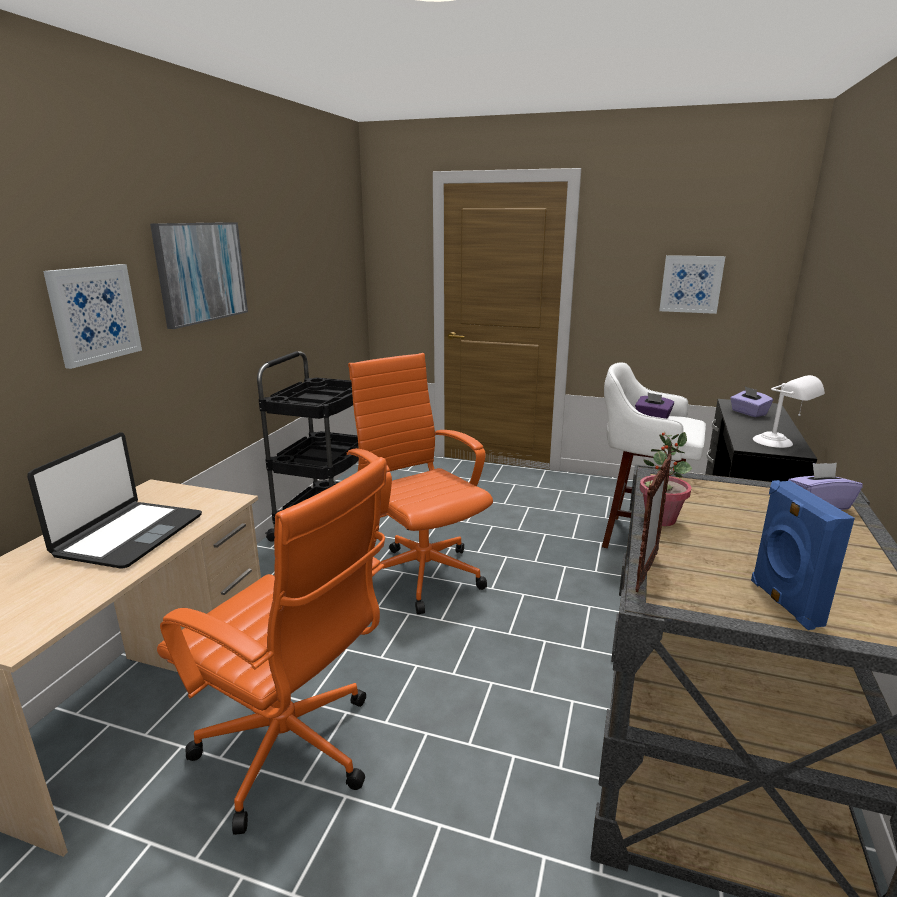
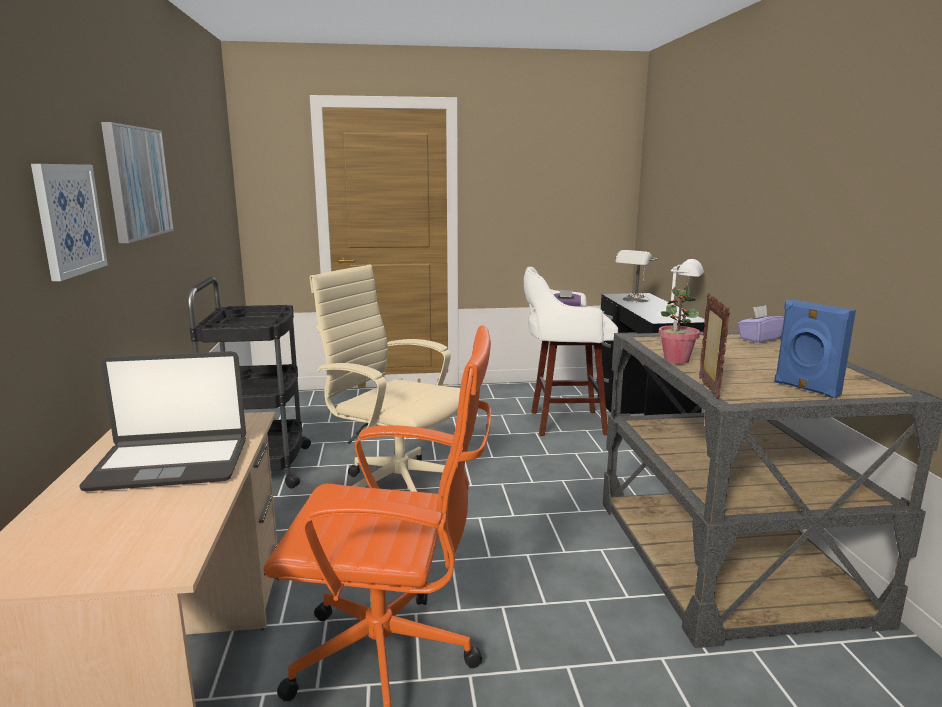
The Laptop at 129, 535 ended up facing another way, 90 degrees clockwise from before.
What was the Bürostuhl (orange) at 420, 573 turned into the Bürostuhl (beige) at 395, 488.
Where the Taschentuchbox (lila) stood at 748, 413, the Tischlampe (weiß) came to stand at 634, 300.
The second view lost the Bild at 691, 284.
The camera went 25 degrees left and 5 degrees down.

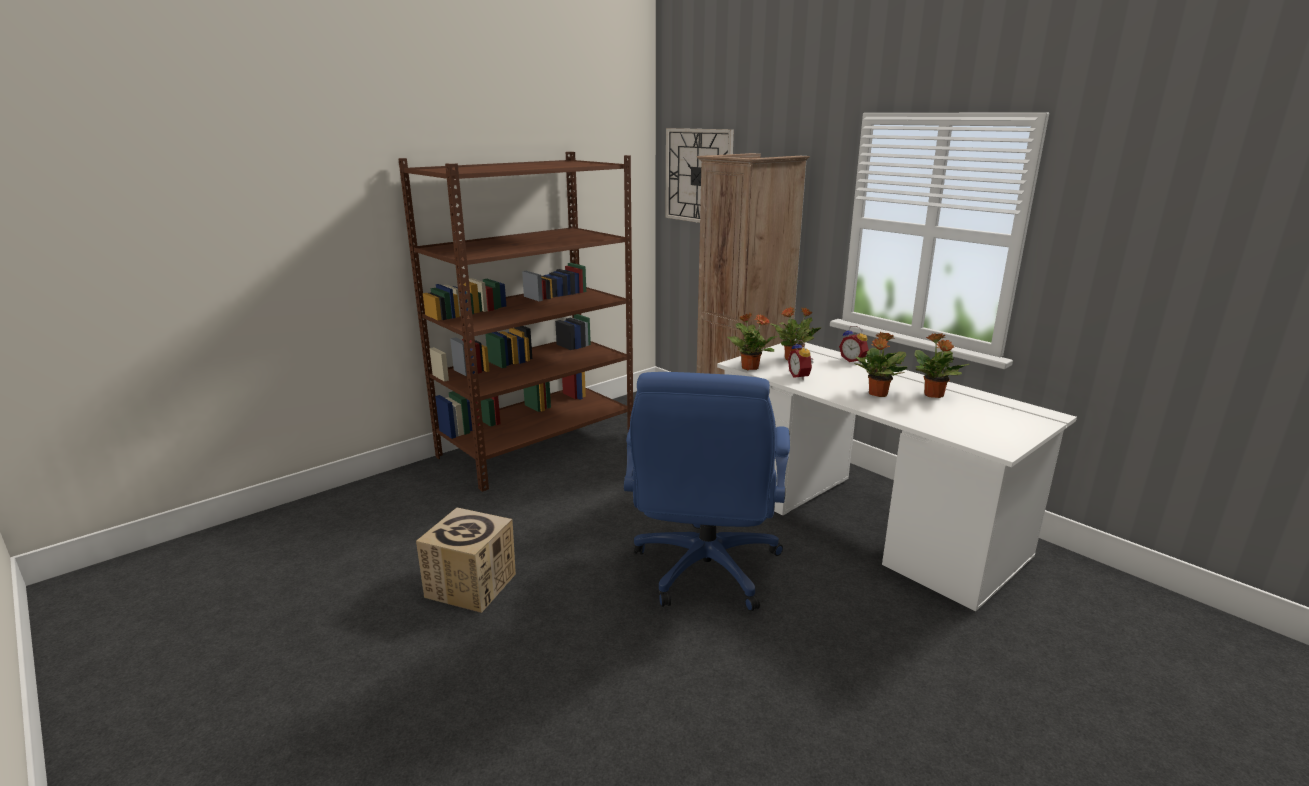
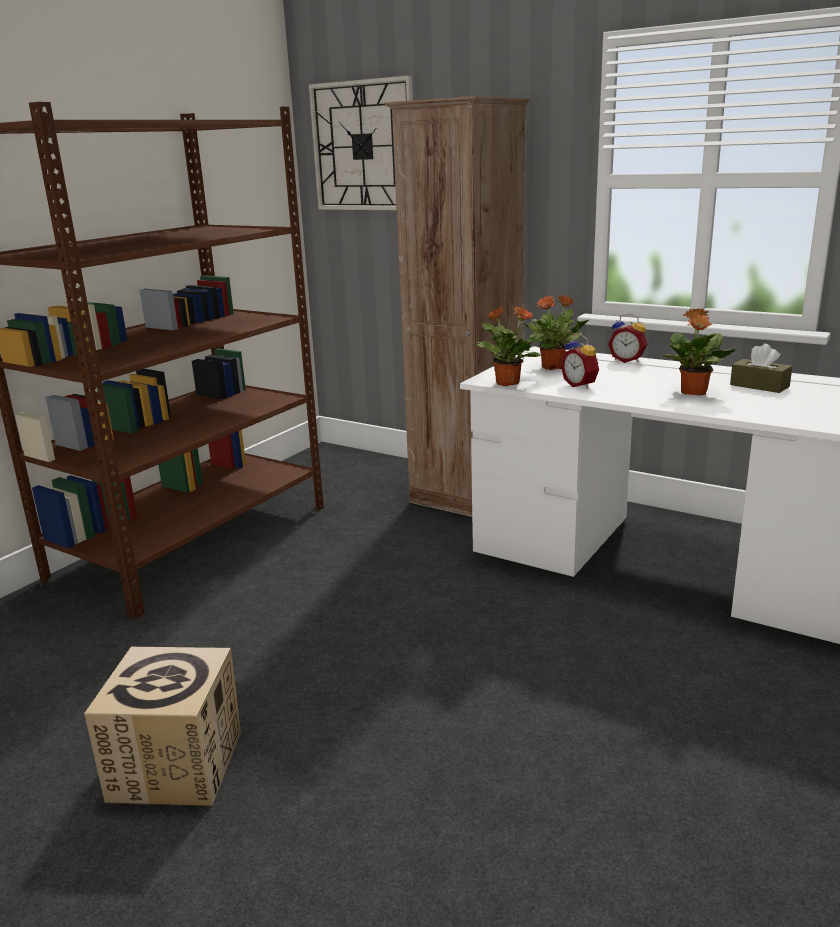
Where the Topfpflanze stood at 933, 395, the Taschentuchbox (braun) came to stand at 759, 386.
The second view lost the Bürostuhl (blau) at 704, 574.
The camera went 15 degrees left and 0 degrees up.

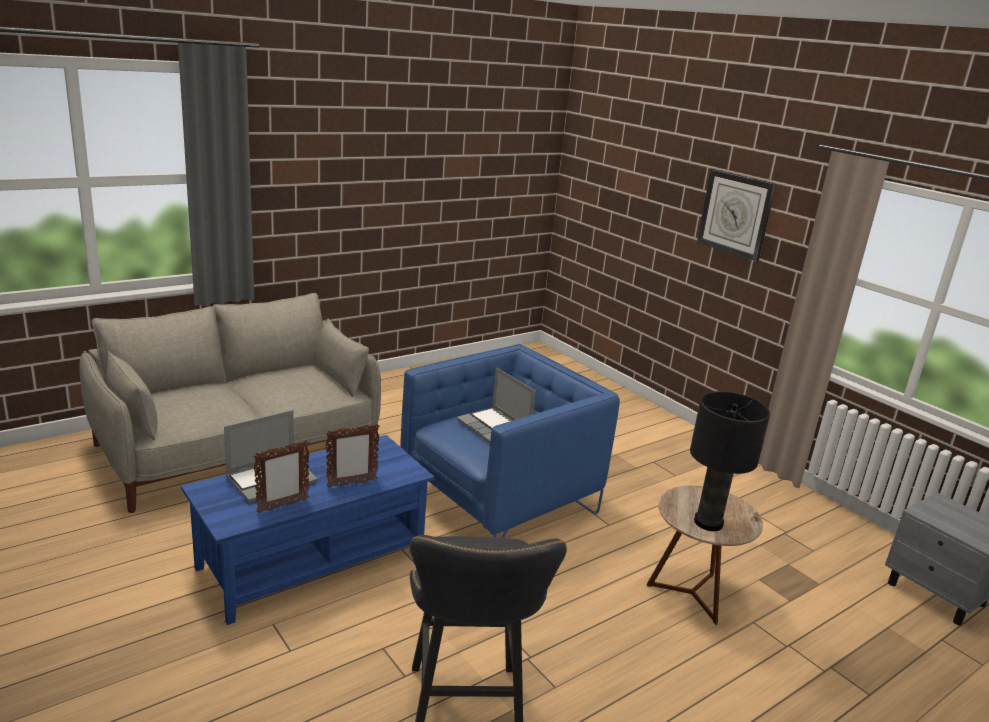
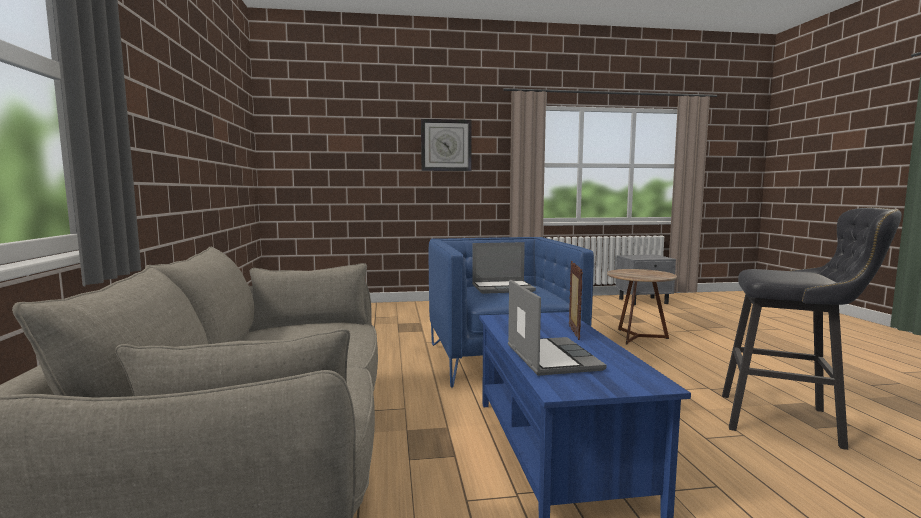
The second view lost the Bilderrahmen at 282, 506.
The second view lost the Tischlampe (schwarz) at 708, 522.
The camera went 60 degrees left and 15 degrees down.

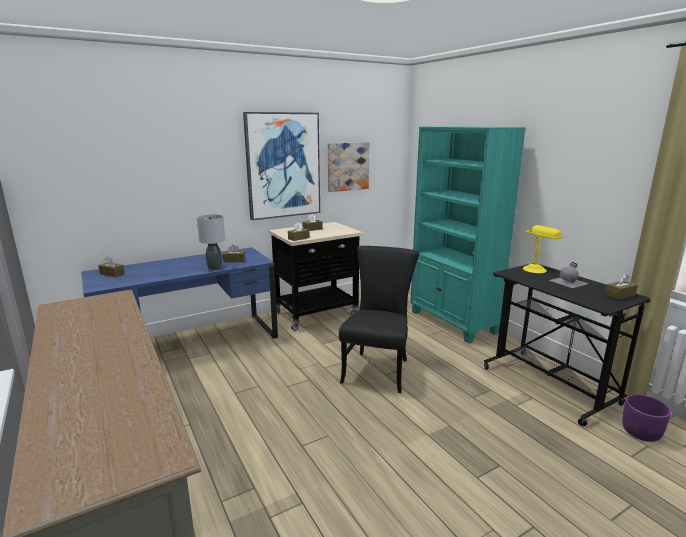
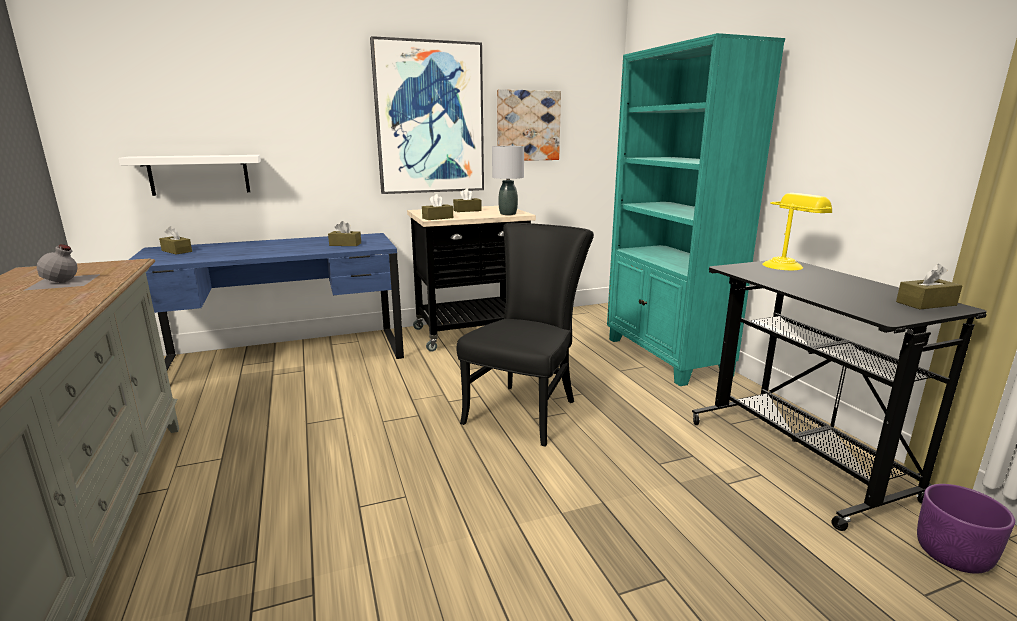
The Flasche (grau) ended up elsewhere, having gone from 569, 282 to 64, 282.
The second view gained the Wandregal (weiß) at 199, 174.
The Tischlampe (grau) ended up elsewhere, having gone from 214, 268 to 507, 214.
The camera went 10 degrees right and 0 degrees up.

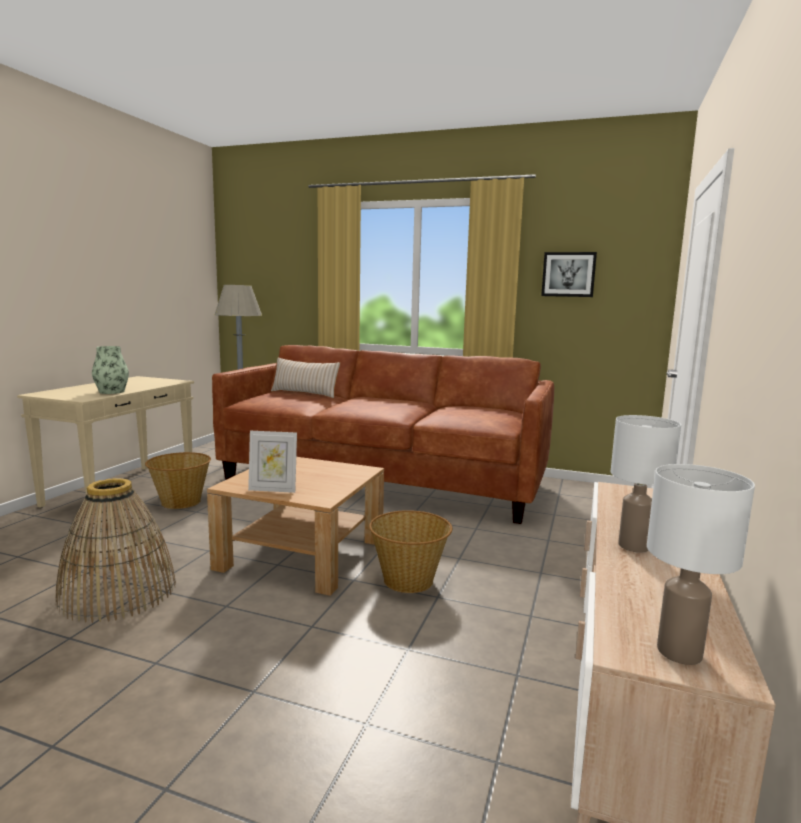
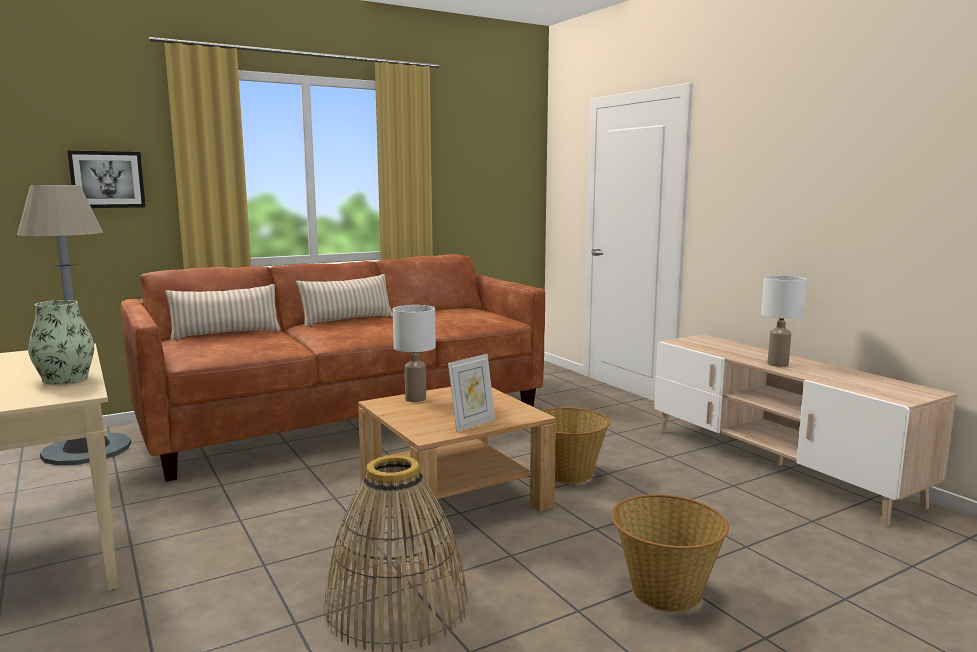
The Bild ended up elsewhere, having gone from 568, 274 to 107, 179.
The second view gained the Kissen (beige) at 347, 320.
The Tischlampe (weiß) ended up elsewhere, having gone from 677, 651 to 415, 399.
The Korb ended up elsewhere, having gone from 181, 501 to 664, 592.
The camera went 50 degrees left and 0 degrees up.

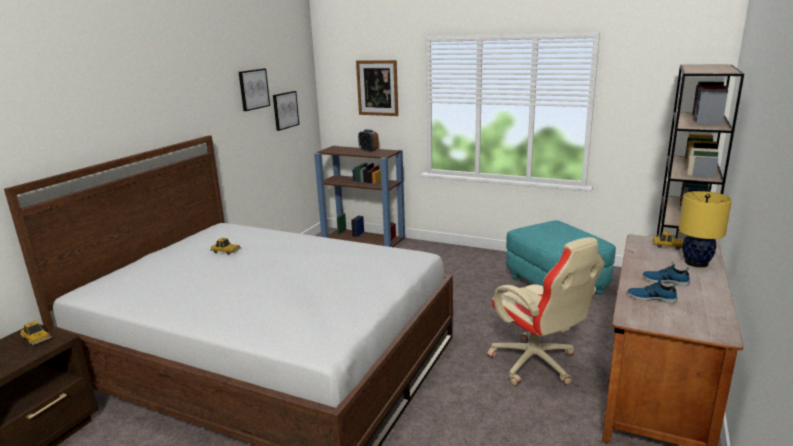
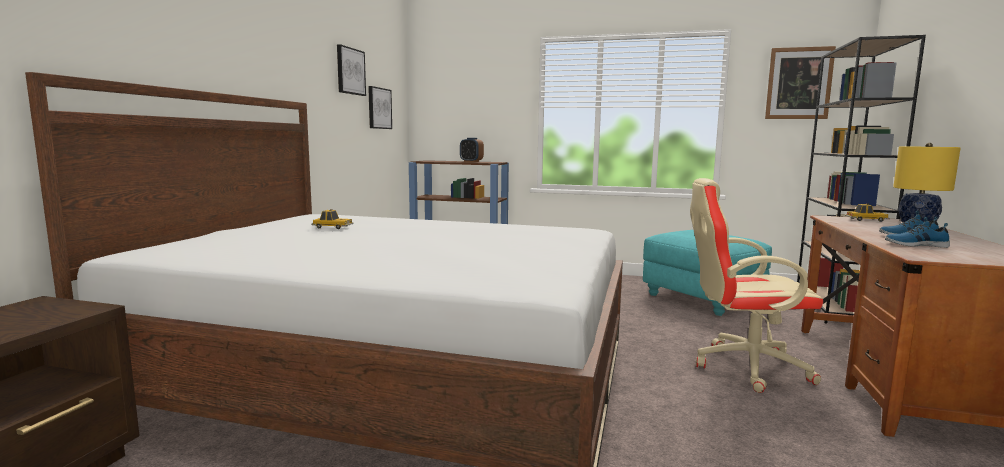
The Bürostuhl (beige) at 538, 367 ended up facing another way, 135 degrees clockwise from before.
The Bild ended up elsewhere, having gone from 377, 88 to 799, 83.
The second view lost the Spielzeugauto at 36, 338.
The camera went 10 degrees left and 10 degrees down.

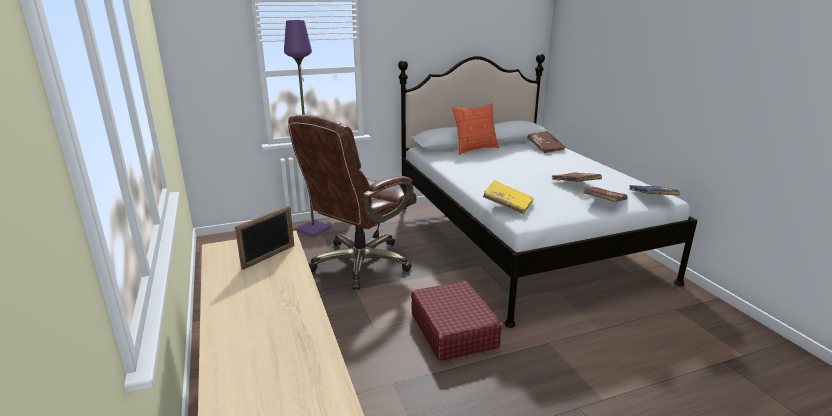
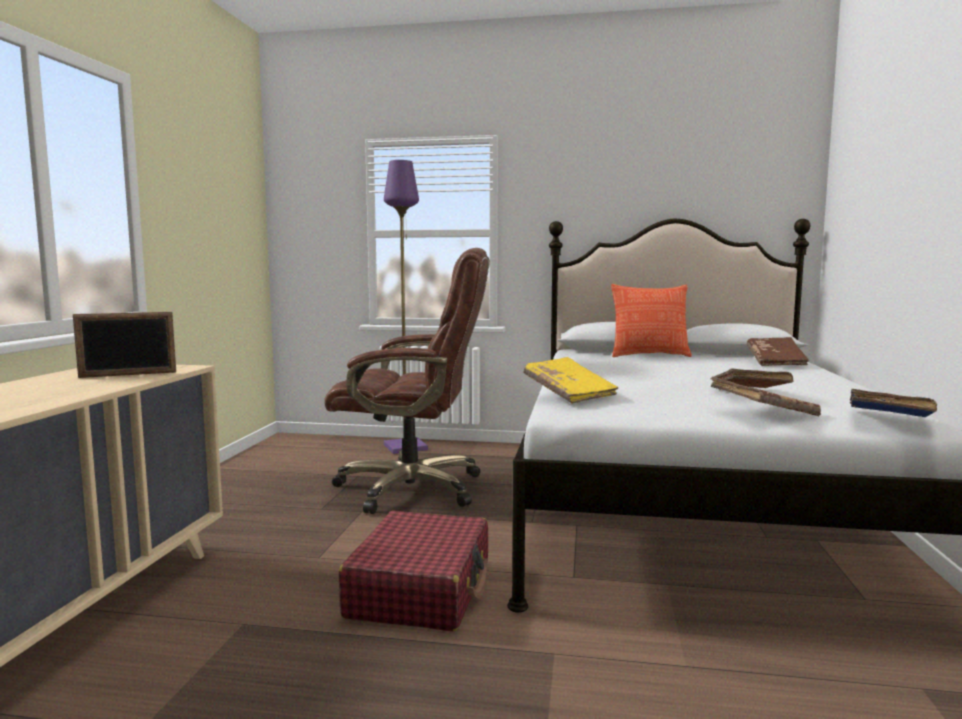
The Bürostuhl (braun) at 360, 263 ended up facing another way, 150 degrees counterclockwise from before.
The camera went 30 degrees right and 15 degrees down.

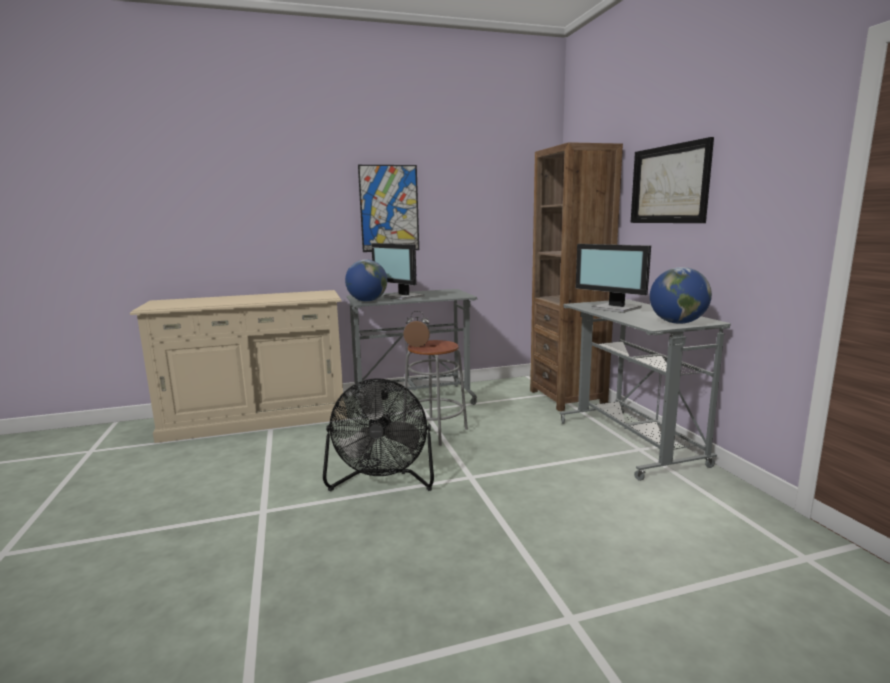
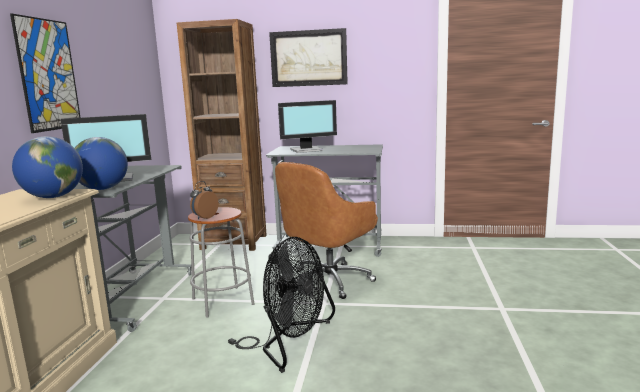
The Globus ended up elsewhere, having gone from 677, 323 to 53, 197.
The second view gained the Bürostuhl (braun) at 329, 281.
The camera went 65 degrees left and 0 degrees up.

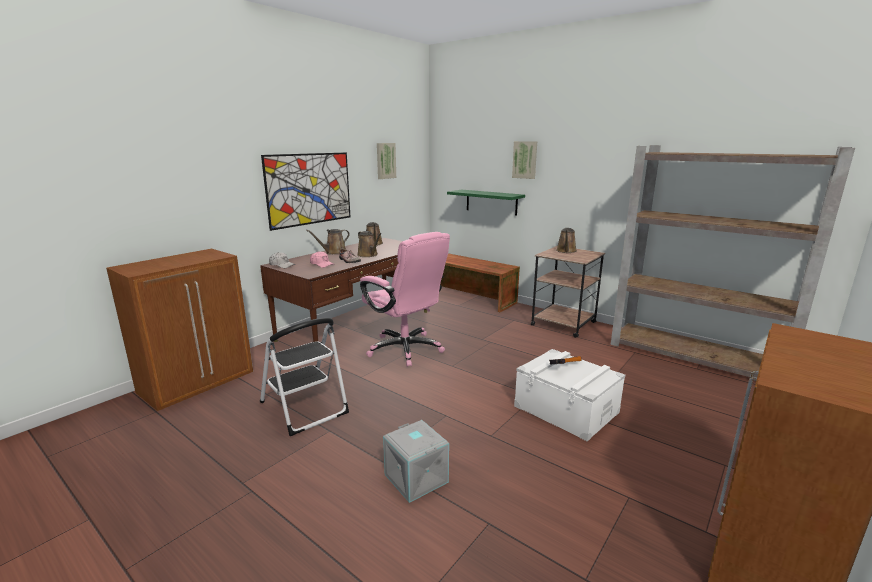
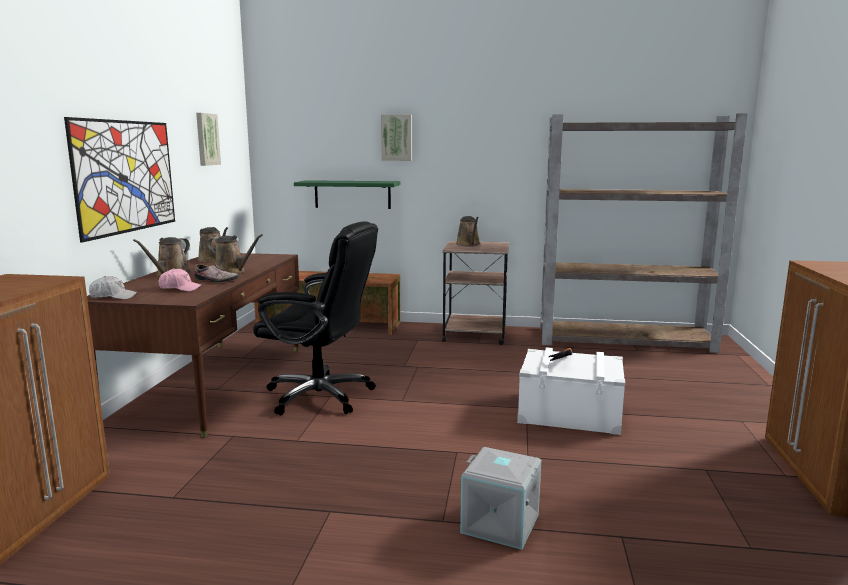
What was the Bürostuhl (rosa) at 405, 349 turned into the Bürostuhl (schwarz) at 319, 395.
The second view lost the Trittleiter at 304, 409.
The camera went 30 degrees left and 5 degrees down.

